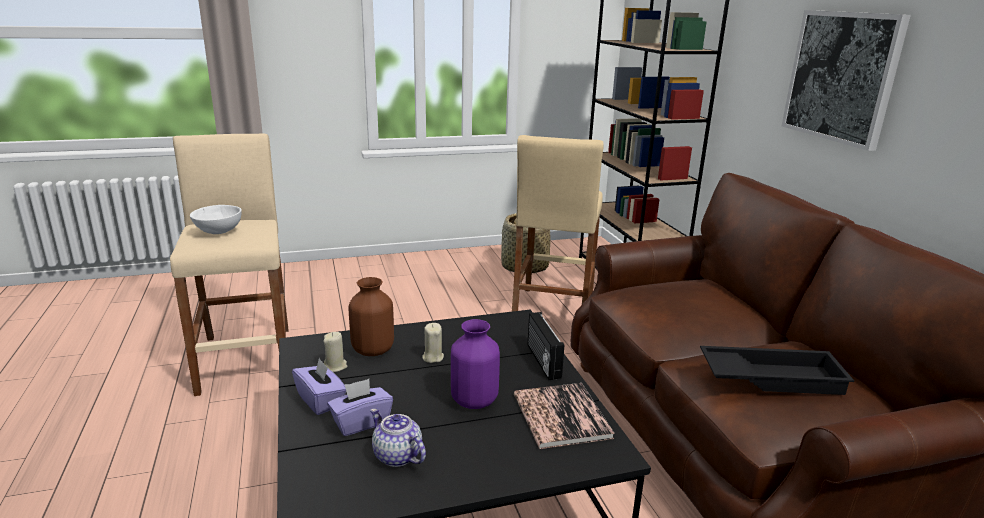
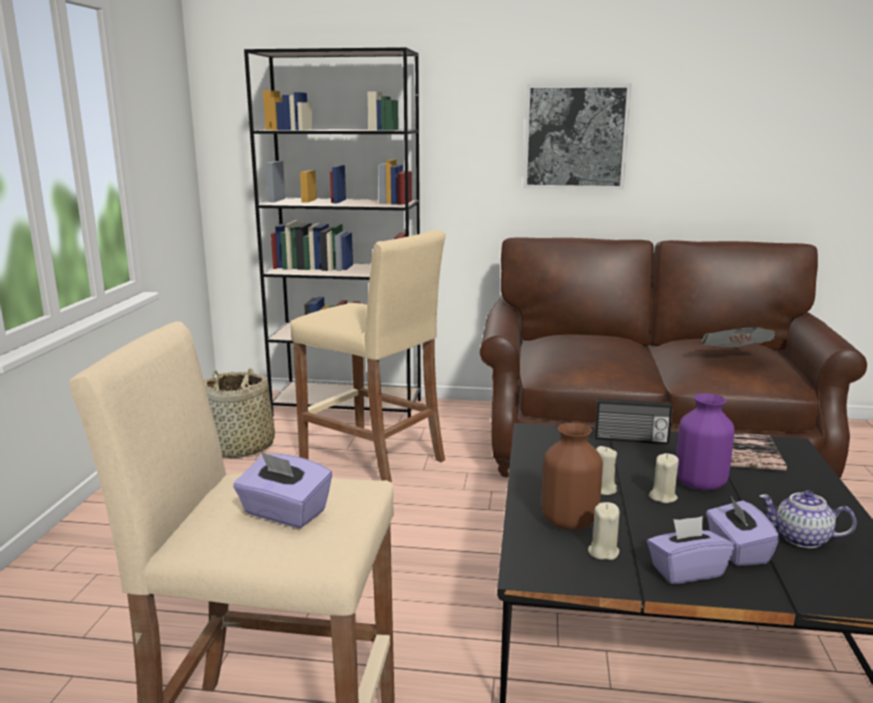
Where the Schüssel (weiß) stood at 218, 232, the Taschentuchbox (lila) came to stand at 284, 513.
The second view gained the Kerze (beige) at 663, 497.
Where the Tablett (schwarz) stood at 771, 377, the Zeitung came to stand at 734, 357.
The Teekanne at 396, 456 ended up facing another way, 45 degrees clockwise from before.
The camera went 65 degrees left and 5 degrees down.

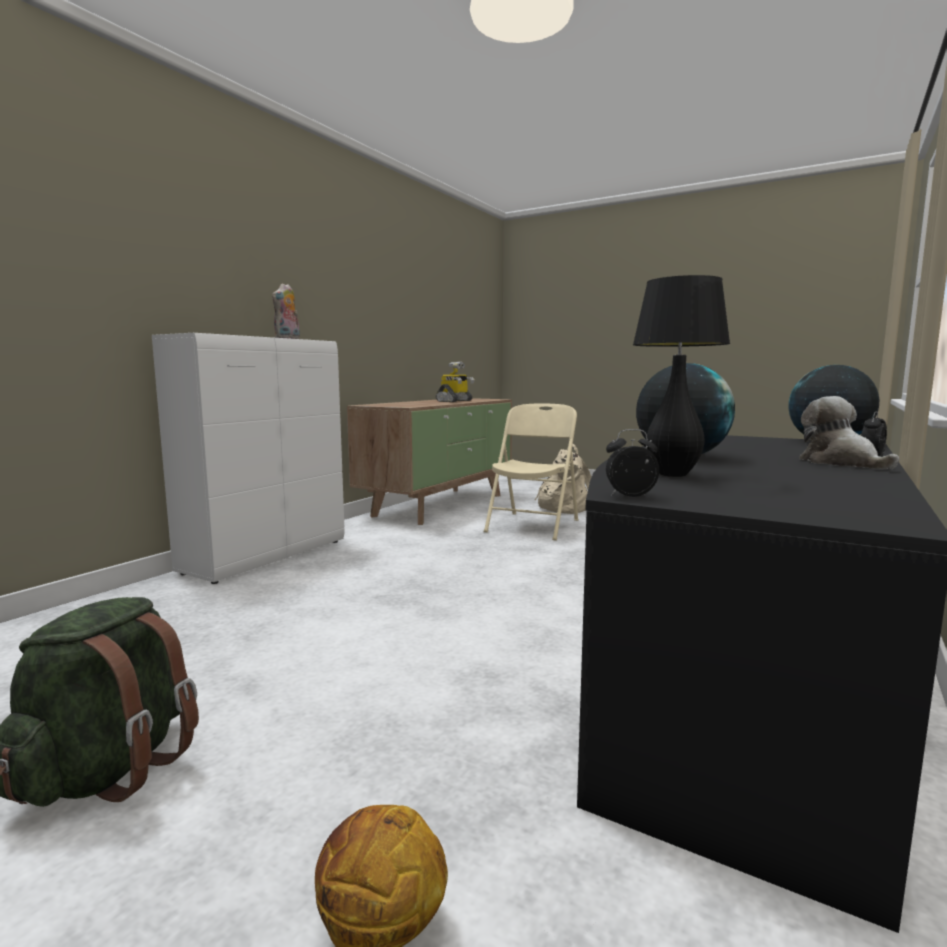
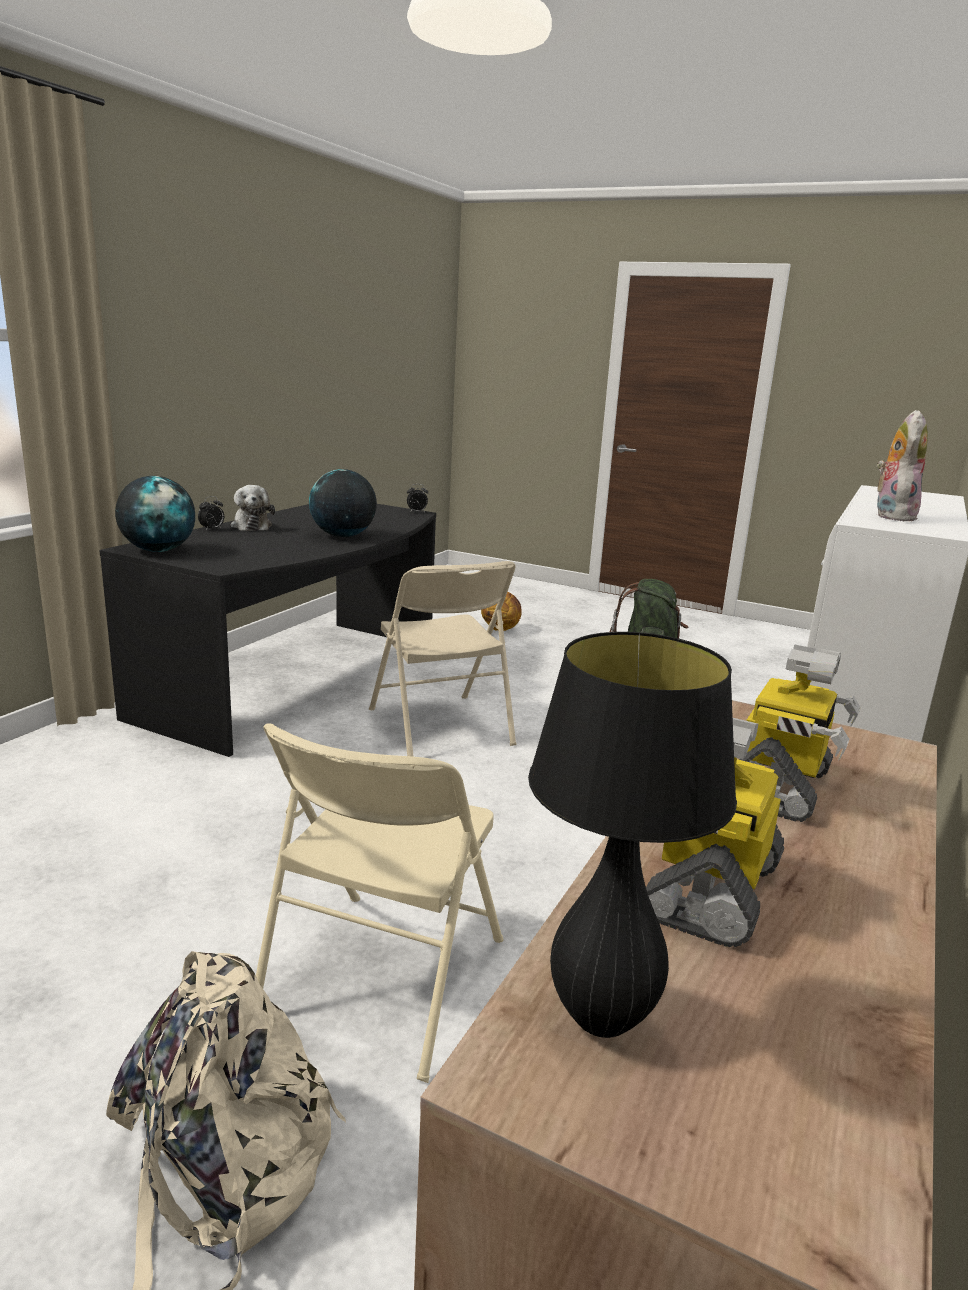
The second view gained the Stuhl (beige) at 439, 727.
The Tischlampe (schwarz) ended up elsewhere, having gone from 672, 474 to 602, 1018.
The second view gained the Spielzeugroboter at 780, 786.
The camera went 175 degrees right and 10 degrees up.

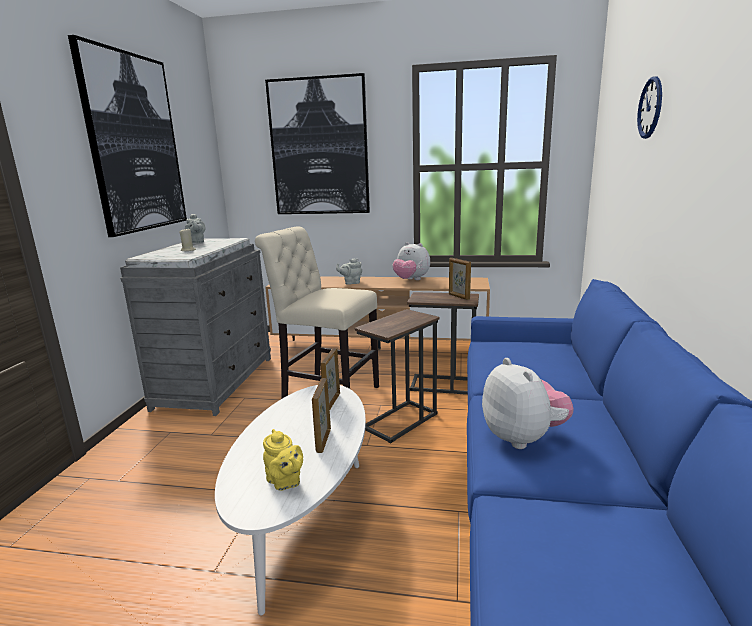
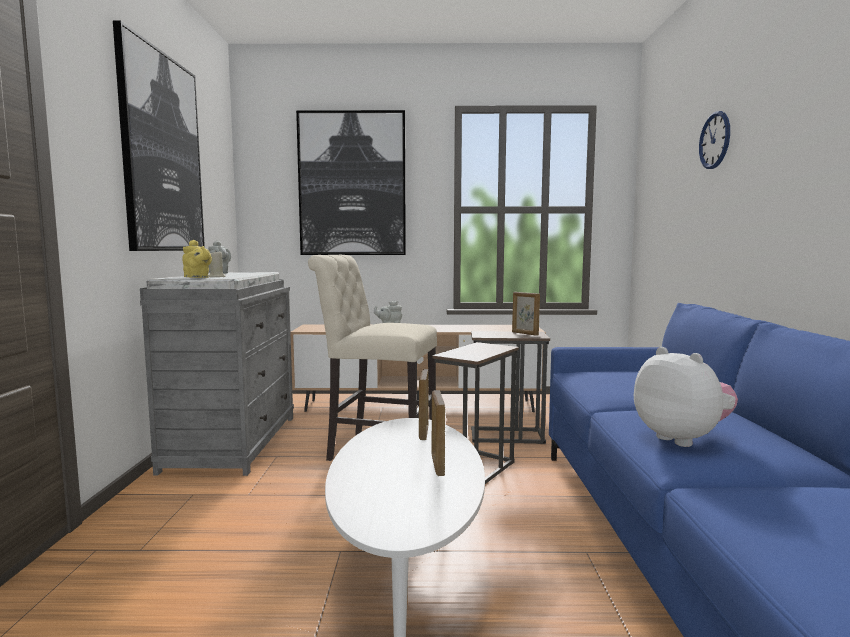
The Teekanne (gelb) ended up elsewhere, having gone from 285, 482 to 197, 277.
The second view lost the Plüschtier at 411, 280.
The camera went 10 degrees left and 10 degrees down.

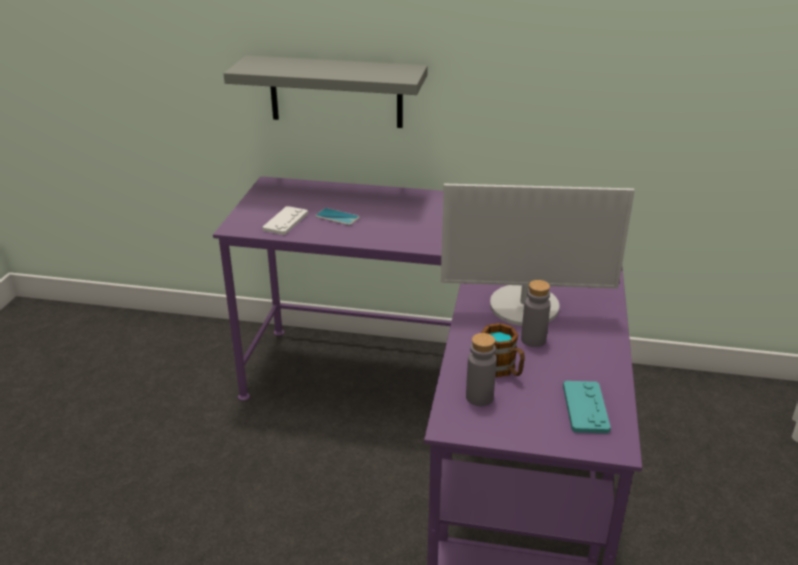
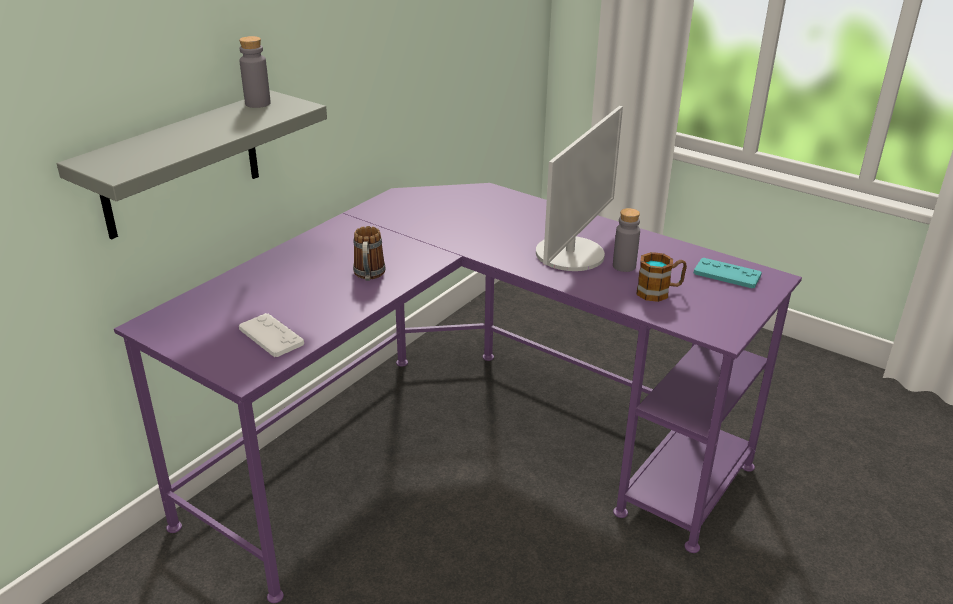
The Flasche (grau) ended up elsewhere, having gone from 479, 397 to 258, 103.
The second view gained the Henkelbecher at 369, 276.
The second view lost the Handy at 337, 217.
The camera went 65 degrees left and 0 degrees up.

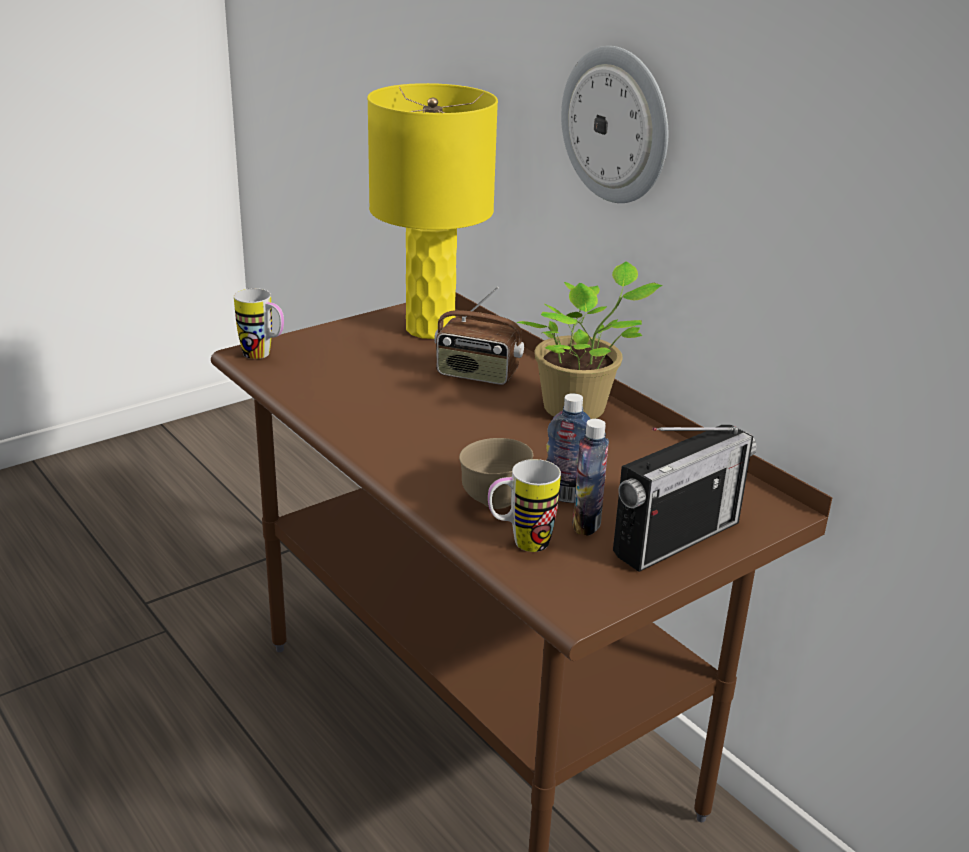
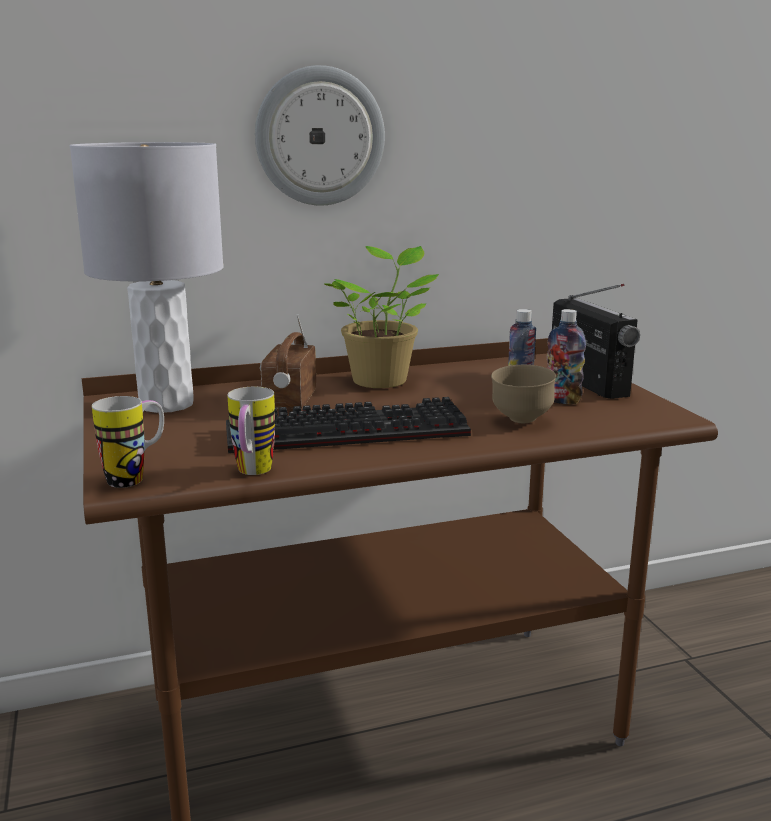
What was the Tischlampe (gelb) at 429, 329 turned into the Tischlampe (grau) at 165, 404.
The second view gained the Tastatur at 350, 430.
The Henkelbecher ended up elsewhere, having gone from 520, 543 to 252, 473.
The Radio at 477, 375 ended up facing another way, 150 degrees clockwise from before.
The camera went 70 degrees left and 10 degrees down.

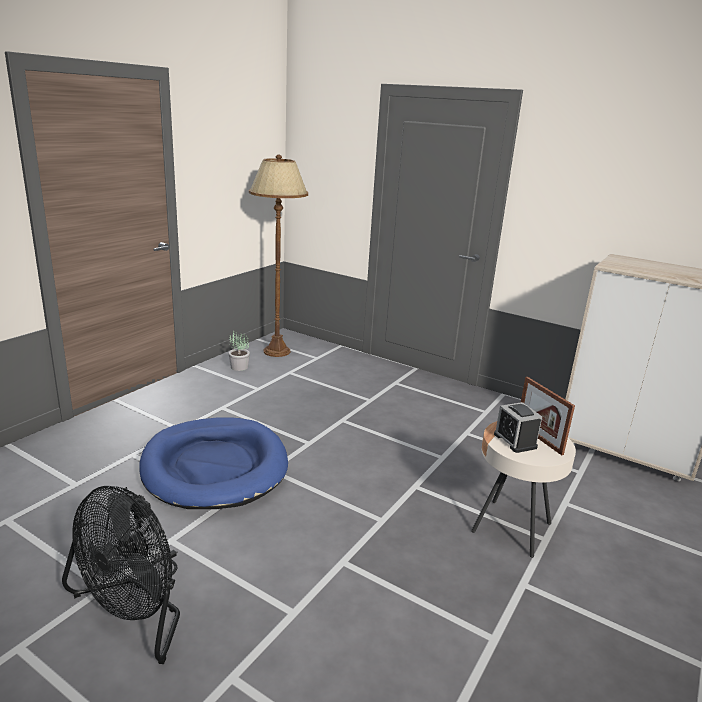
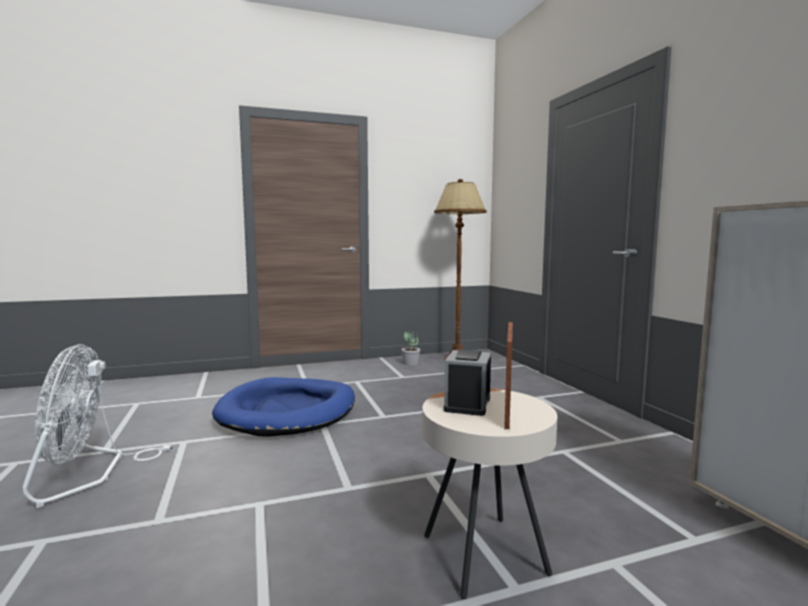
What was the Ventilator (schwarz) at 137, 607 turned into the Ventilator (weiß) at 94, 469.
The camera went 40 degrees right and 15 degrees down.

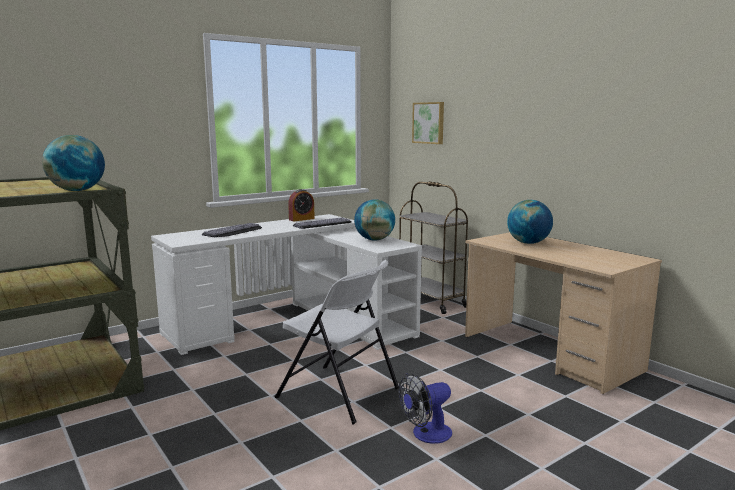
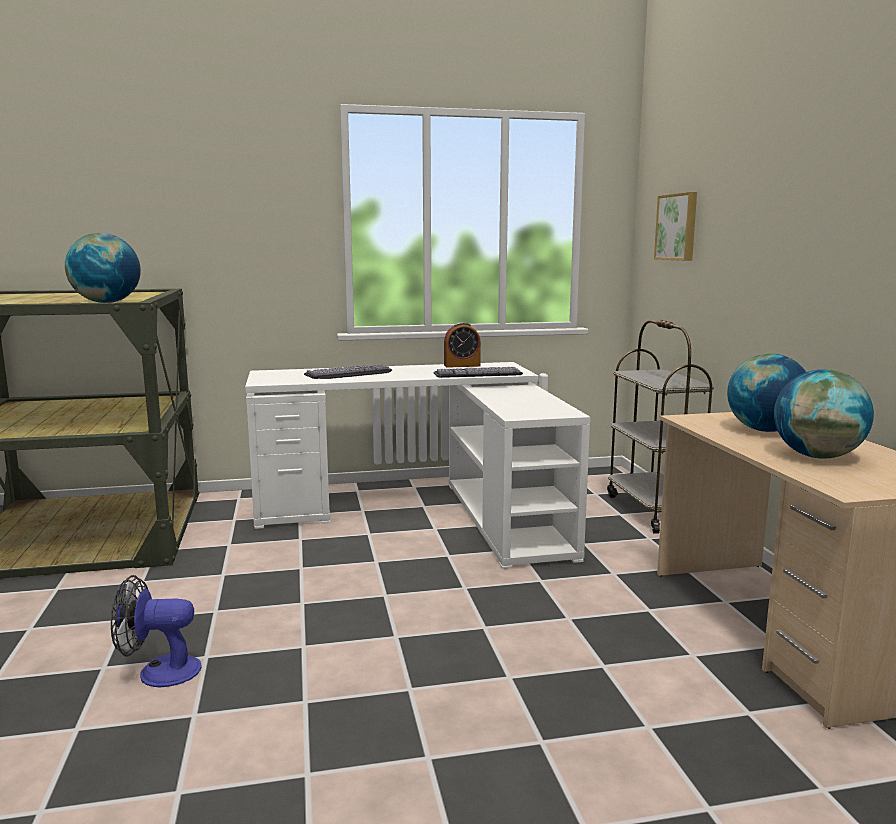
The Ventilator ended up elsewhere, having gone from 426, 435 to 159, 671.
The Globus ended up elsewhere, having gone from 374, 240 to 817, 456.
The second view lost the Stuhl (weiß) at 338, 393.
The camera went 25 degrees right and 0 degrees up.

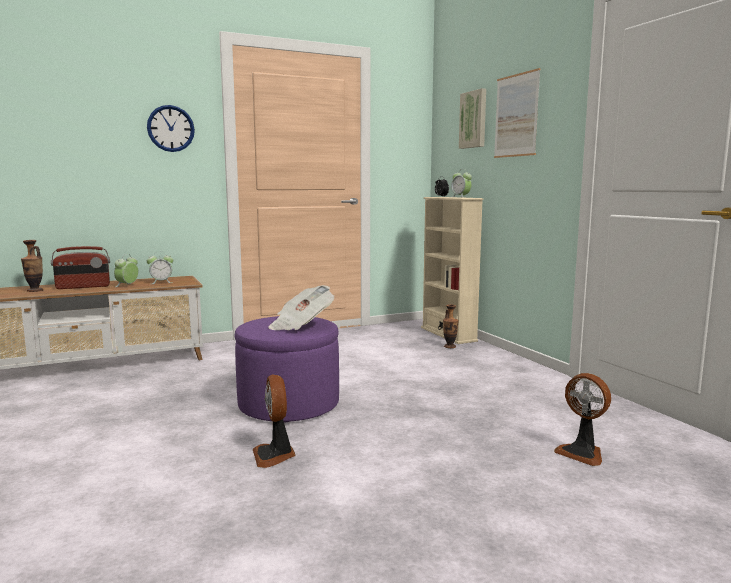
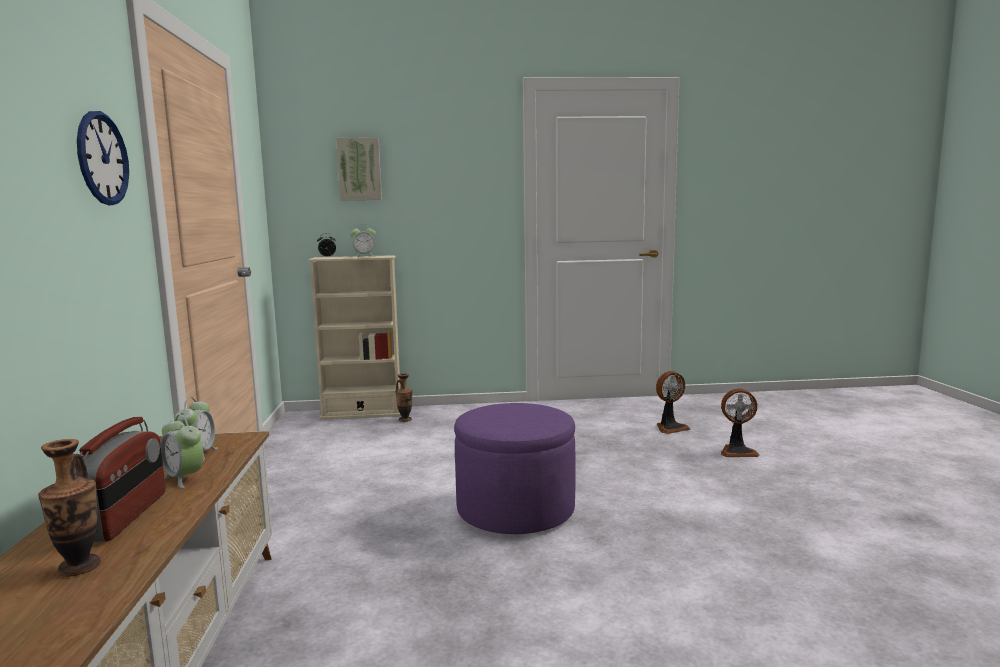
The Ventilator ended up elsewhere, having gone from 274, 455 to 737, 451.
The second view lost the Zeitung at 301, 325.
The second view lost the Bild at 516, 115.
The camera went 70 degrees left and 0 degrees up.

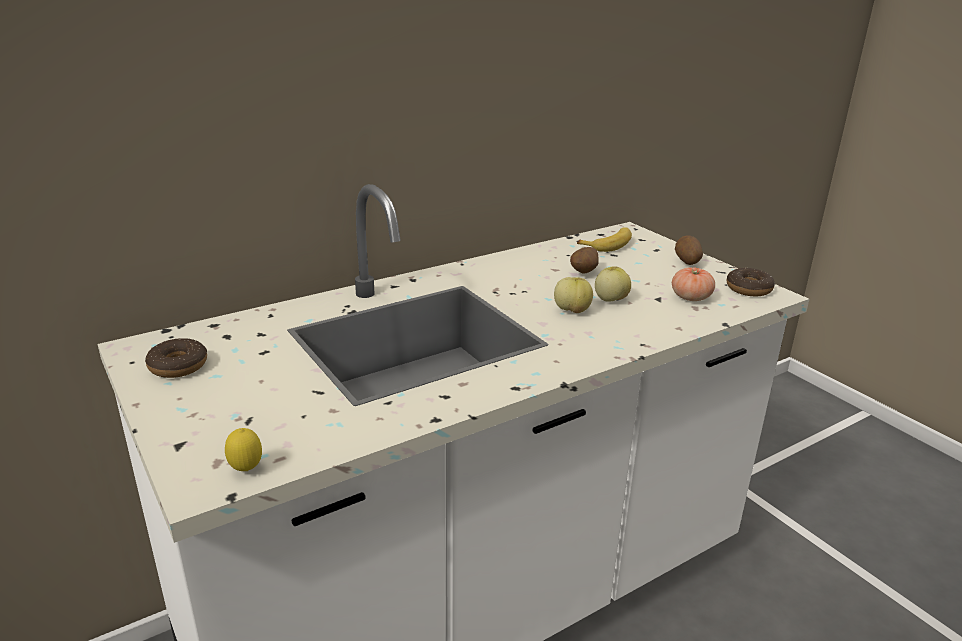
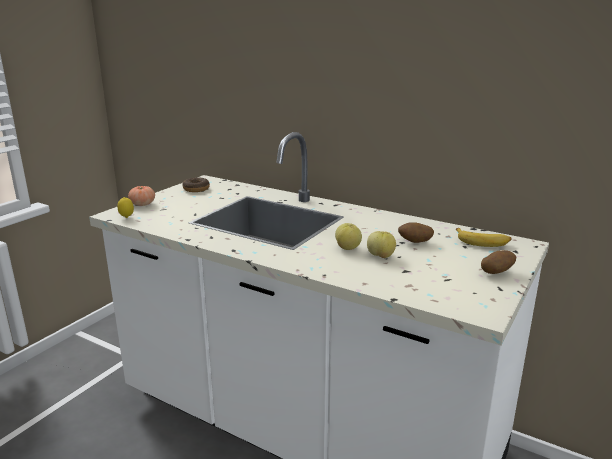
The Tomate ended up elsewhere, having gone from 691, 297 to 142, 204.
The second view lost the Donut at 748, 289.
The camera went 65 degrees right and 5 degrees down.

